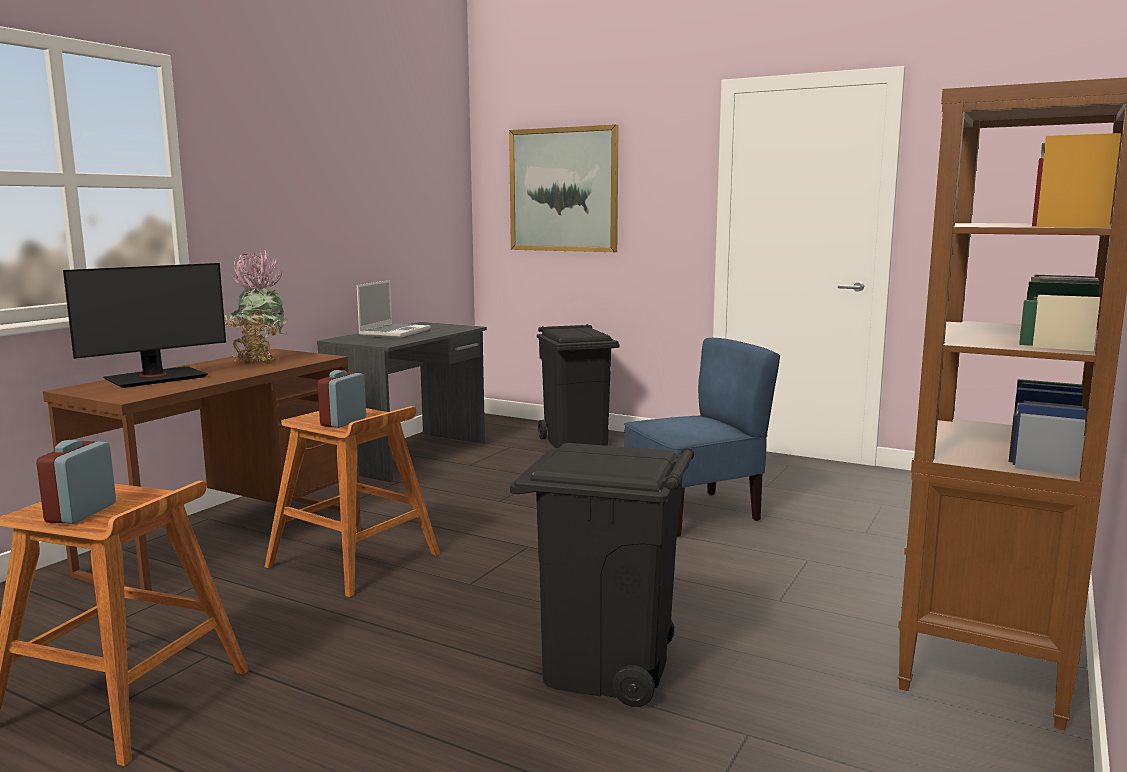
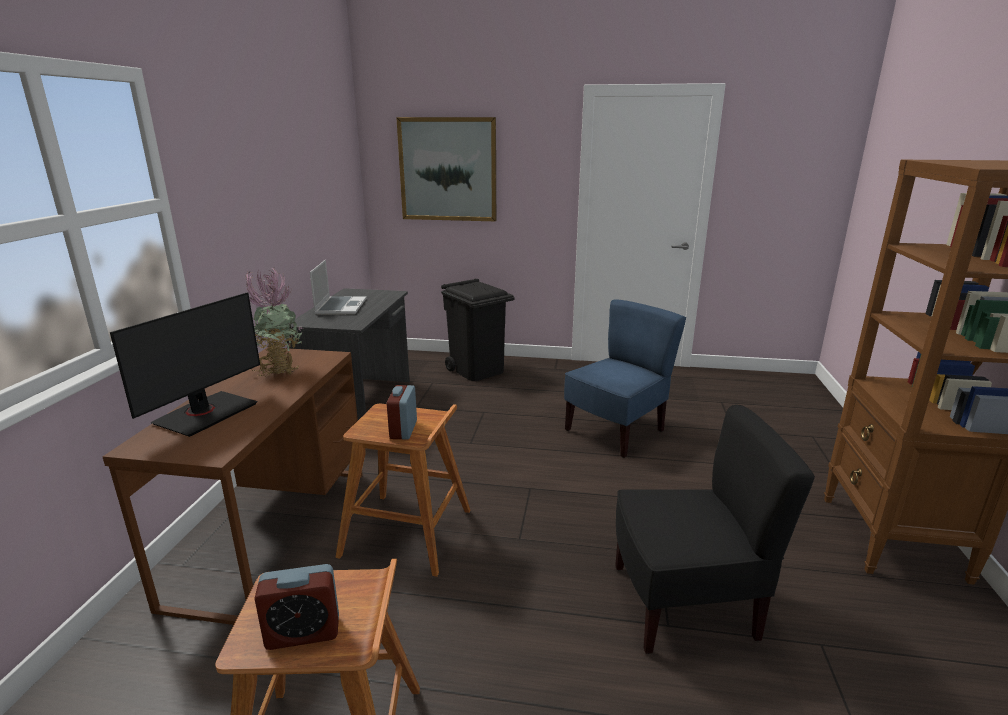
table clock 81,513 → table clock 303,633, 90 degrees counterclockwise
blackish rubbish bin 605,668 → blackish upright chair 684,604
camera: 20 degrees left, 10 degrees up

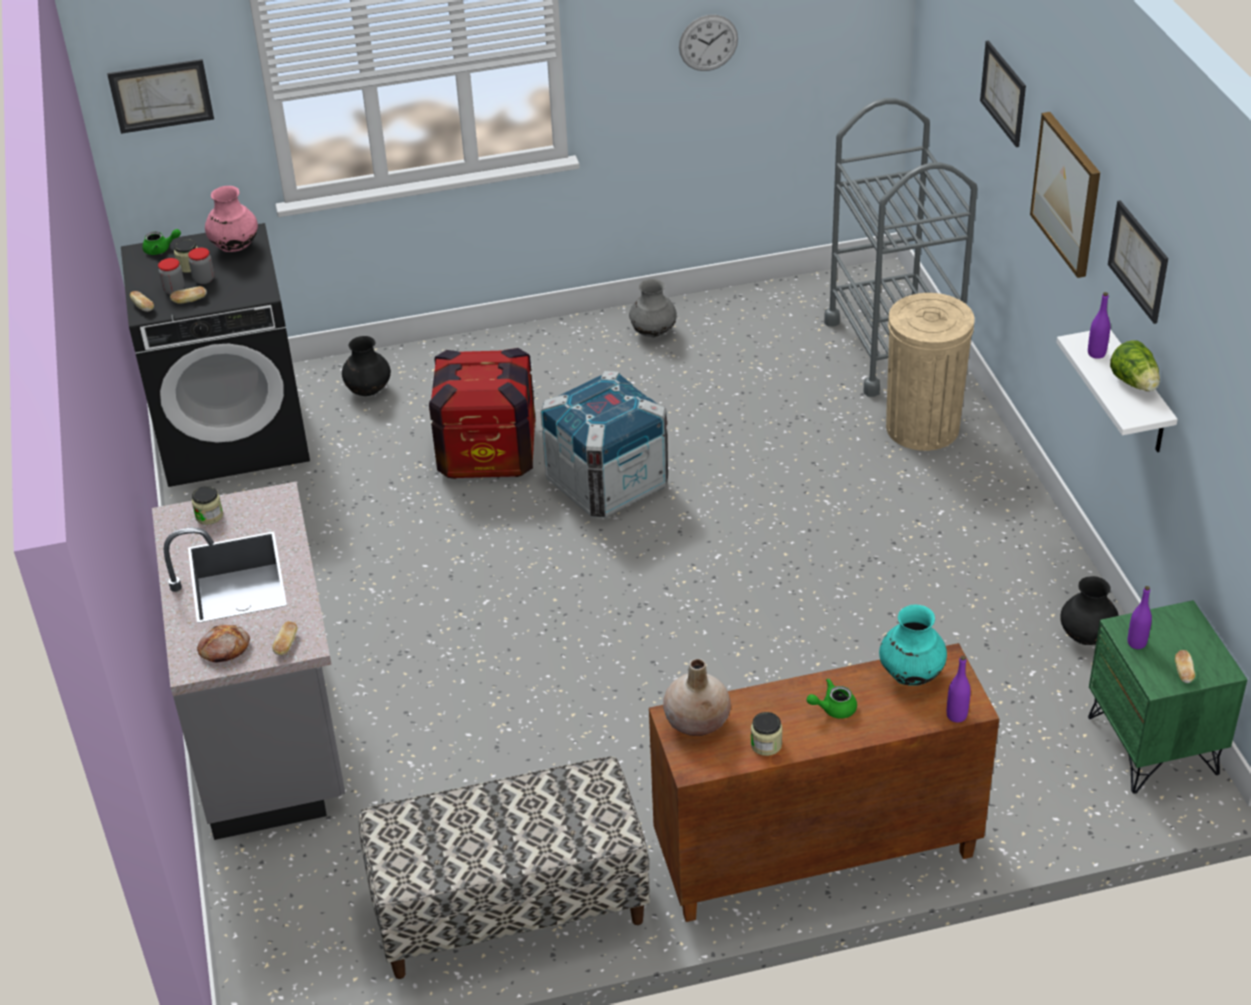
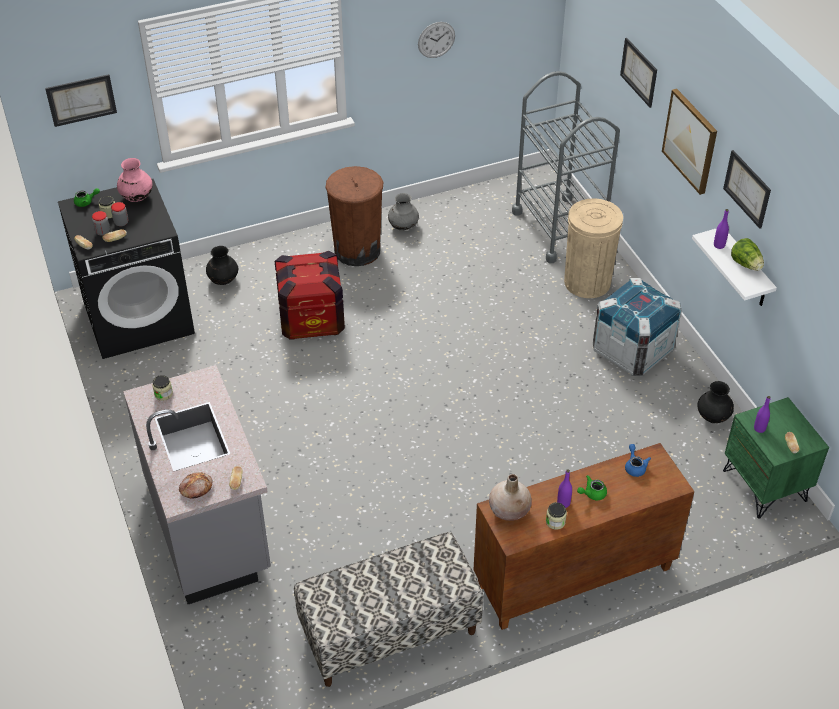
packing crate 607,484 → packing crate 632,350, relocated
turquoise vase 910,674 → blue-coloured pot for tea 635,466
purplish beverage bottle 956,715 → purplish beverage bottle 563,503, relocated
- → brownish rubbish bin 357,250
camera: 10 degrees left, 5 degrees up

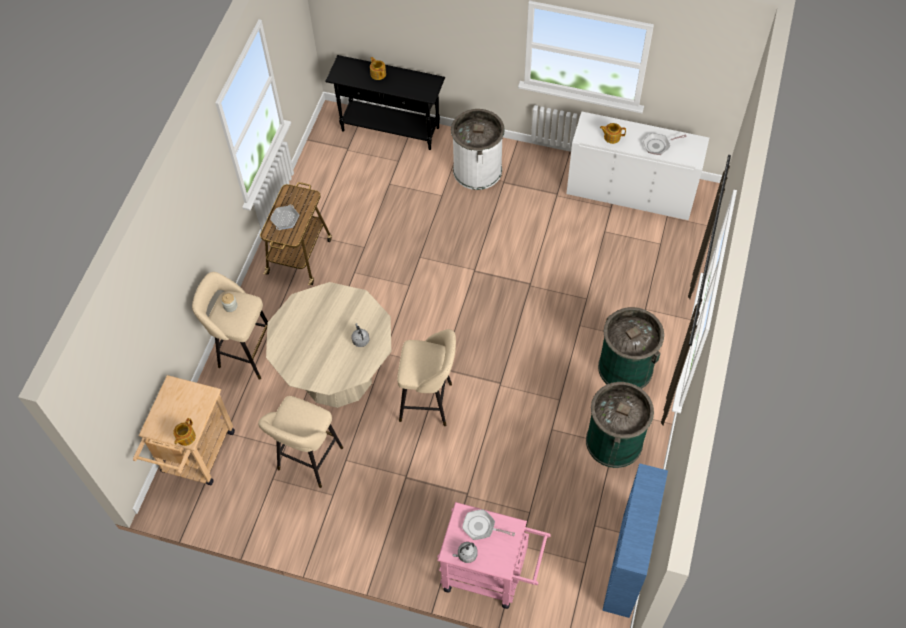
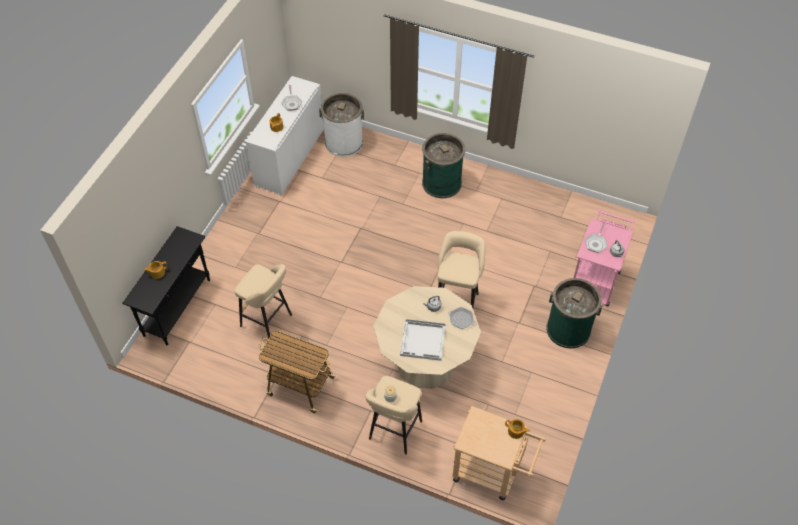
white rubbish bin 477,170 → white rubbish bin 343,142, relocated
pan 285,219 → pan 461,319, relocated
green-coloured rubbish bin 614,441 → green-coloured rubbish bin 568,329, relocated
sand-coloured sitting stool 308,461 → sand-coloured sitting stool 268,322, relocated
blue-coloured shelving unit 626,566 → -
- → white tray 423,341
camera: 85 degrees left, 5 degrees down

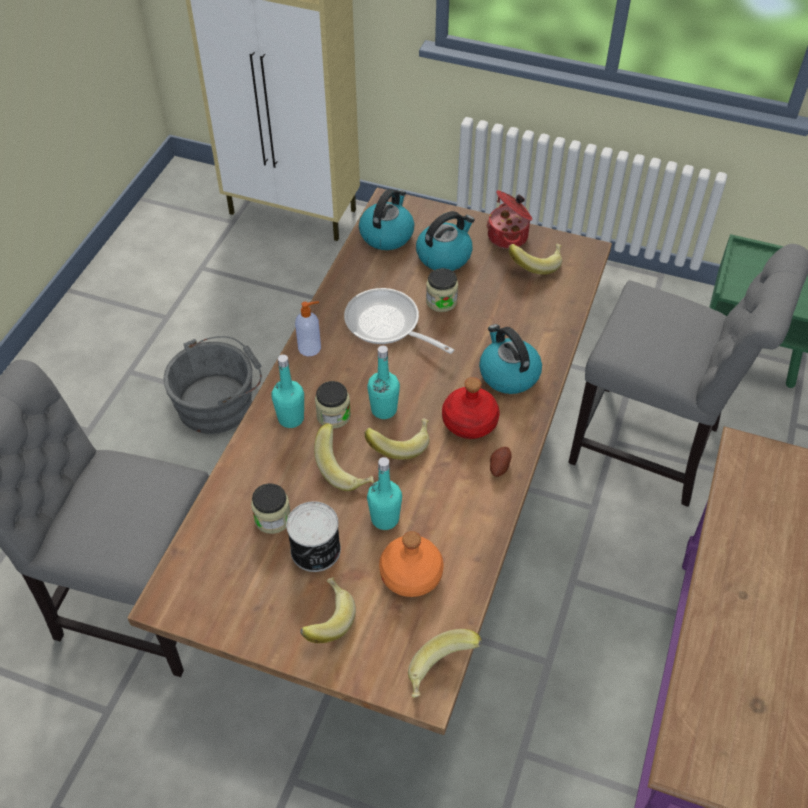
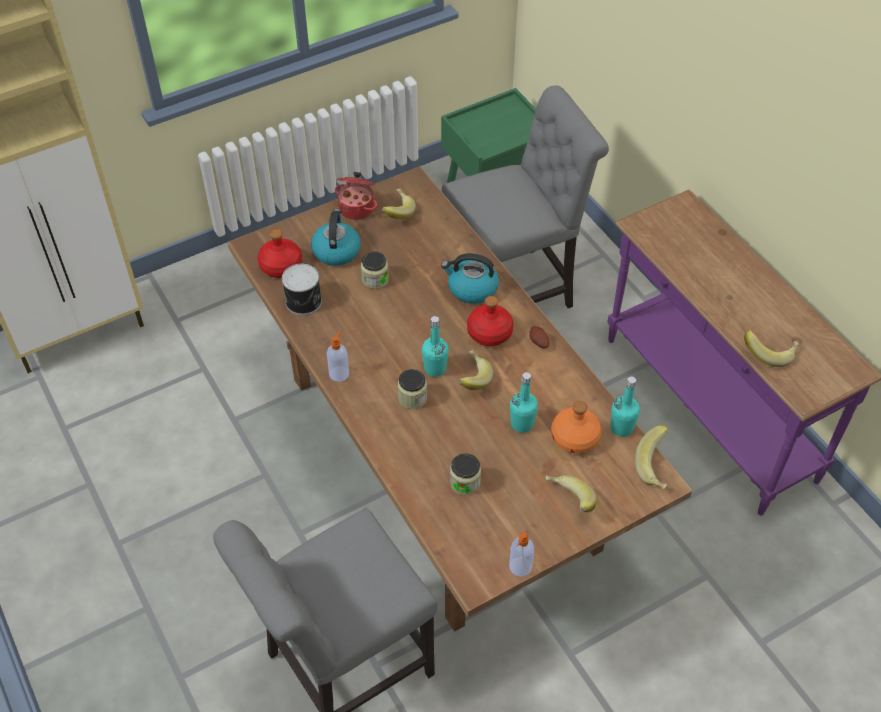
tea kettle 387,234 → reddish beverage bottle 281,266
pan 387,325 → -
grey bucket 219,402 → -
turquoise beverage bottle 291,418 → turquoise beverage bottle 621,428, relocated
whole banana 345,469 → whole banana 769,353, relocated
sealed can 316,551 → sealed can 304,301, relocated
- → soap dispenser 520,567
camera: 50 degrees left, 0 degrees up

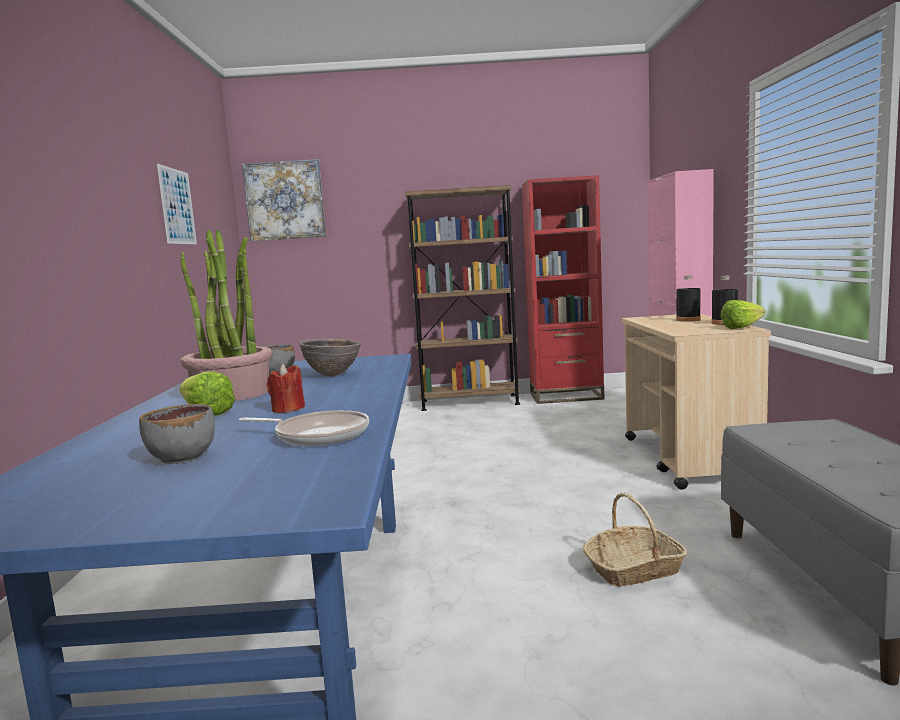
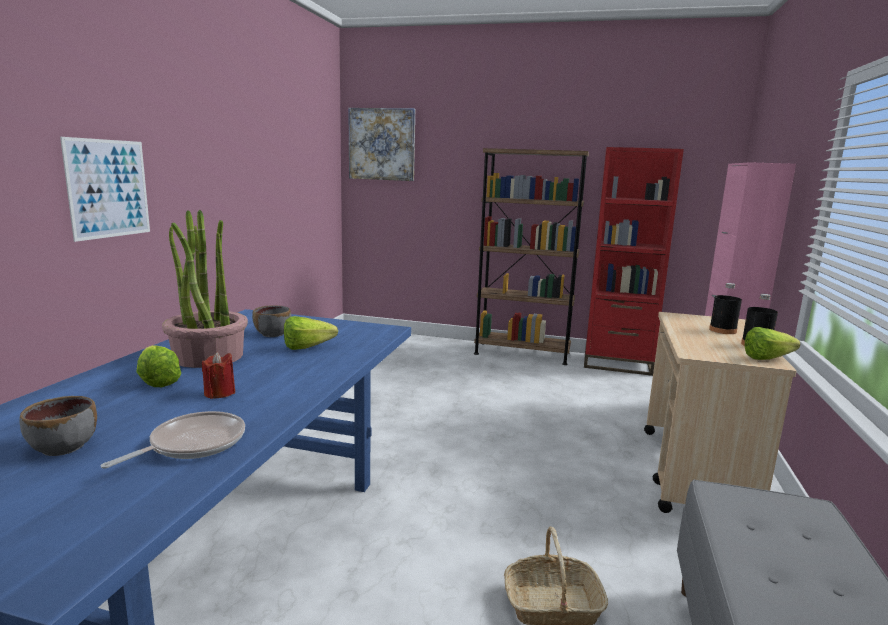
wall art 177,206 → wall art 109,188, relocated
brownish serving bowl 333,375 → head of lettuce 311,347
pan 317,435 → pan 193,444, 90 degrees counterclockwise
camera: 15 degrees right, 5 degrees up

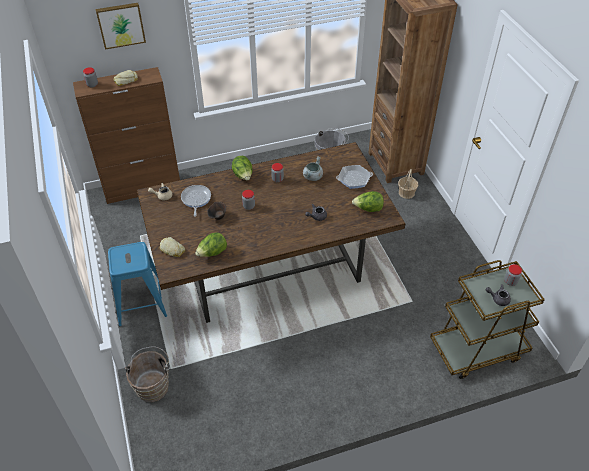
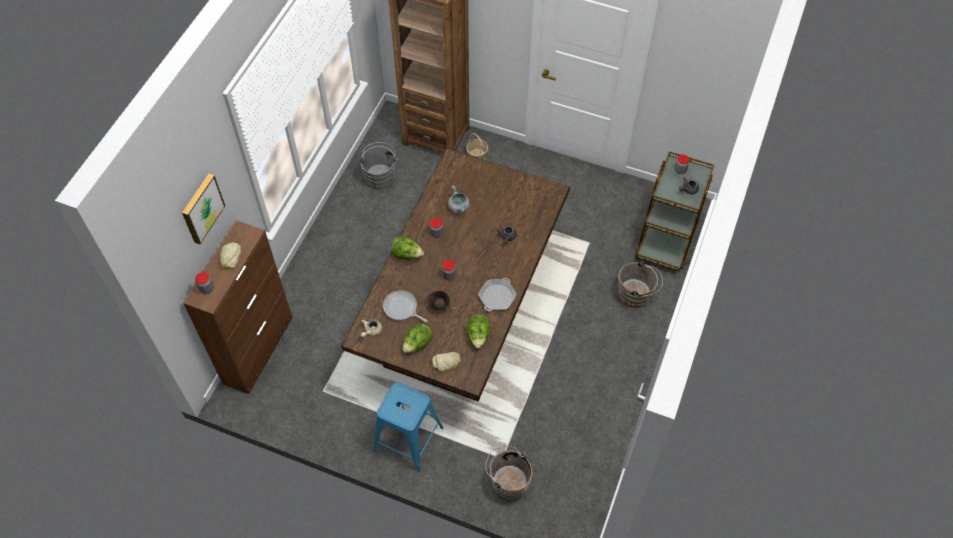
pan 354,179 → pan 497,297, relocated
head of lettuce 368,209 → head of lettuce 417,344, relocated
- → brownish bucket 636,296
camera: 50 degrees left, 10 degrees up

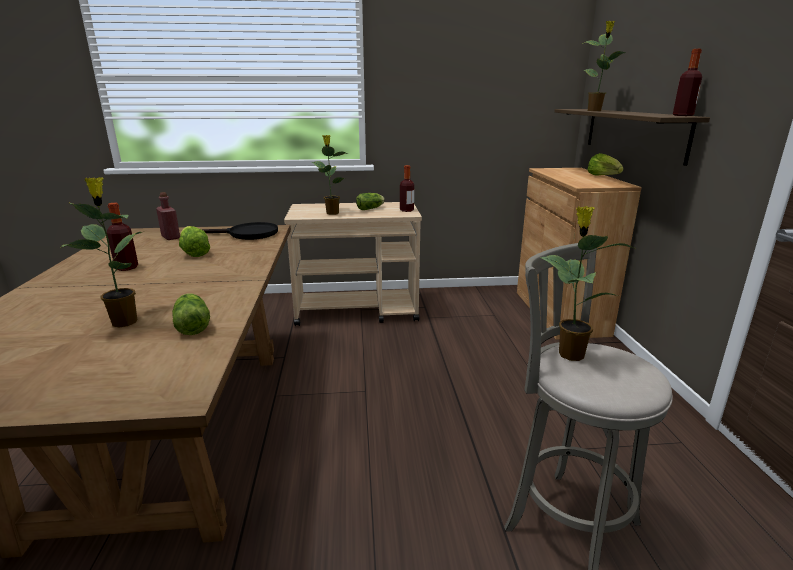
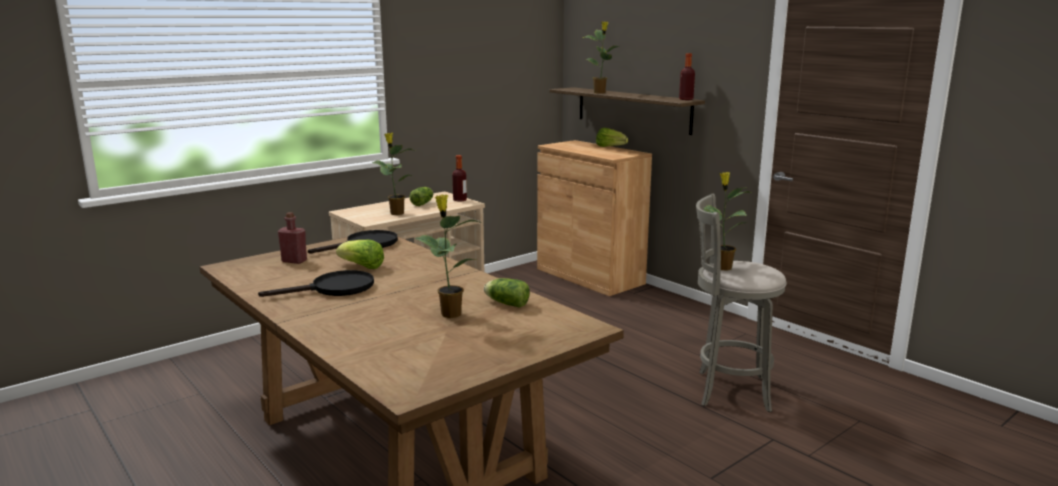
beverage bottle 127,268 → blackish pan 334,289
camera: 35 degrees left, 5 degrees down

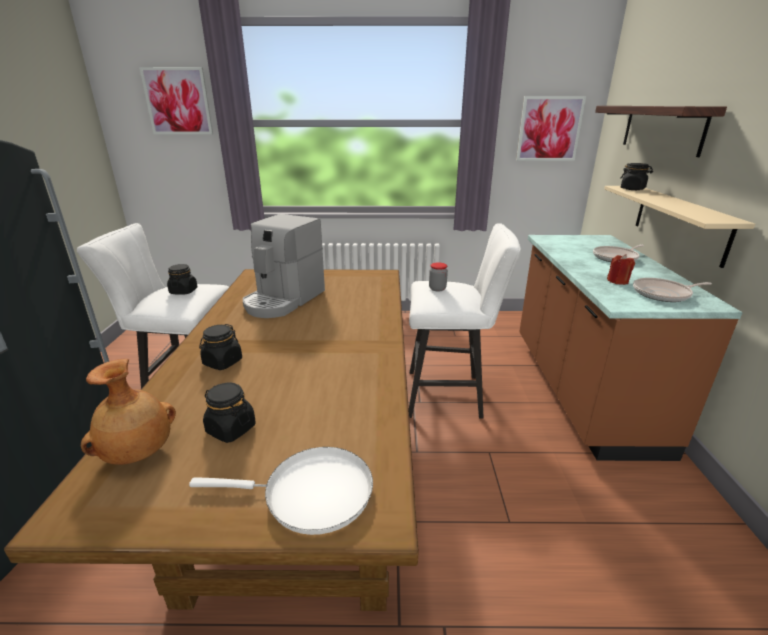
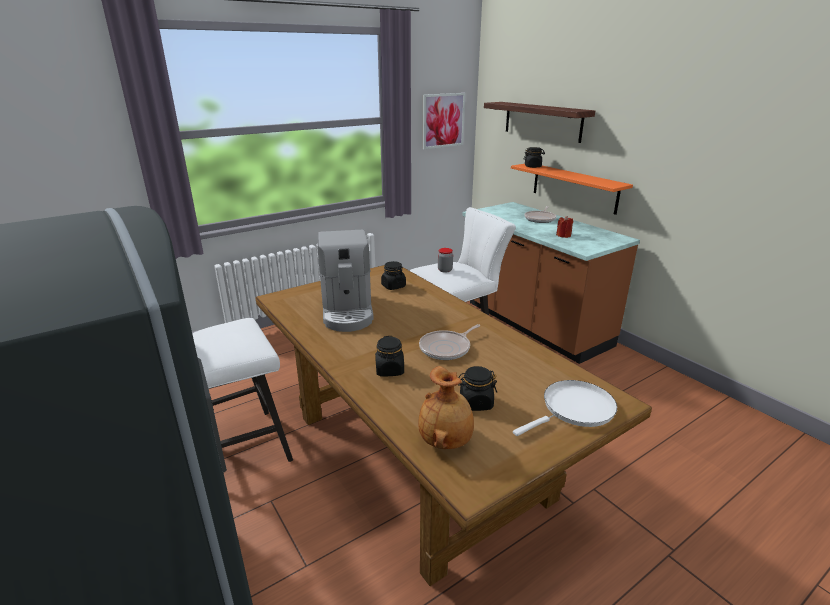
wall art 178,101 → -
sand-coloured bracket shelf 679,222 → orangey bracket shelf 574,187
blackish storage jar 183,291 → blackish storage jar 393,286, relocated
pan 663,294 → pan 447,348, relocated
camera: 35 degrees left, 0 degrees up

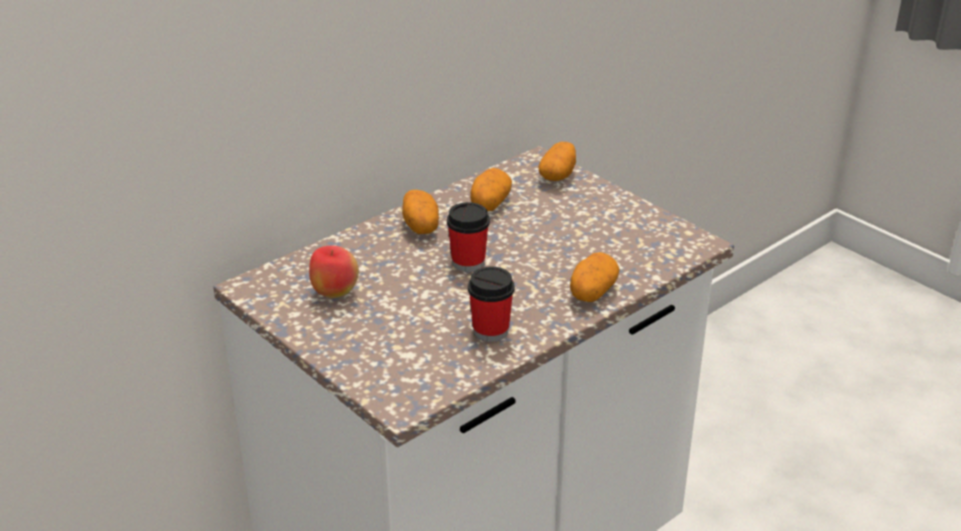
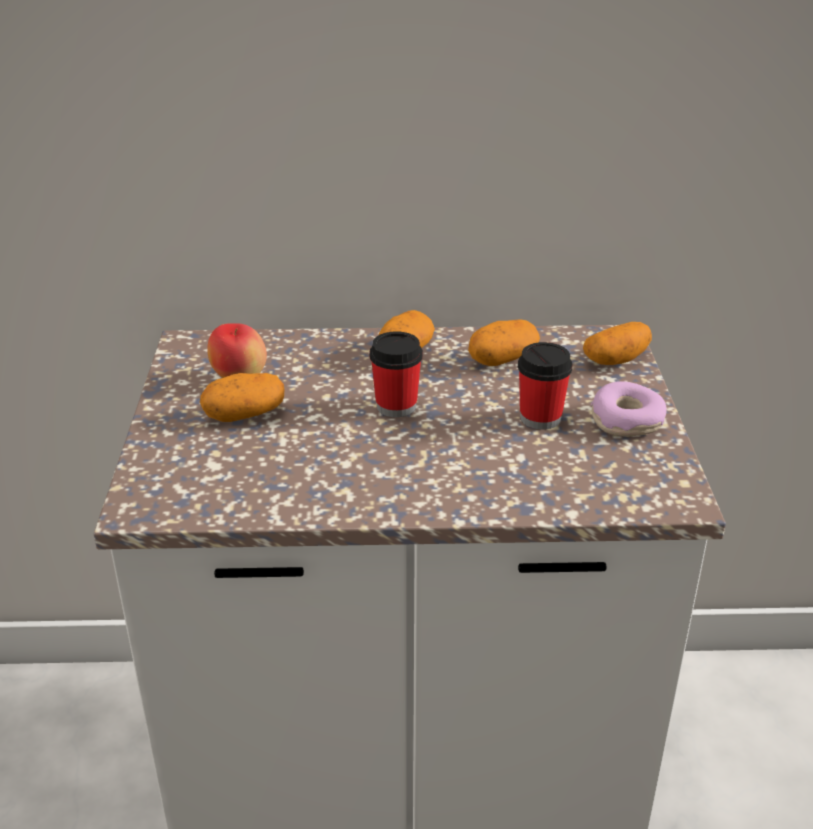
potato 592,292 → potato 244,415, relocated
cup 490,331 → cup 540,418, relocated
- → ring doughnut 627,420
camera: 40 degrees right, 0 degrees up

